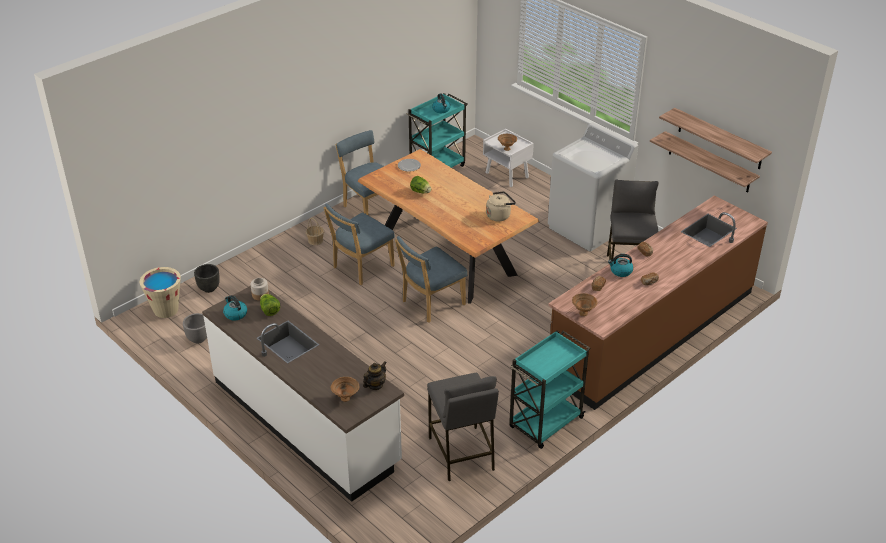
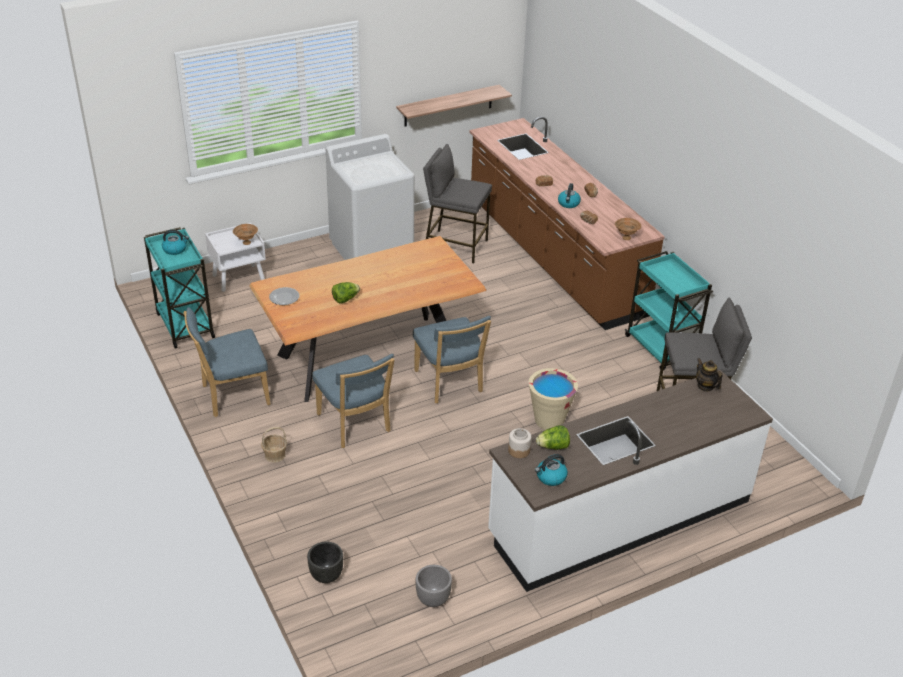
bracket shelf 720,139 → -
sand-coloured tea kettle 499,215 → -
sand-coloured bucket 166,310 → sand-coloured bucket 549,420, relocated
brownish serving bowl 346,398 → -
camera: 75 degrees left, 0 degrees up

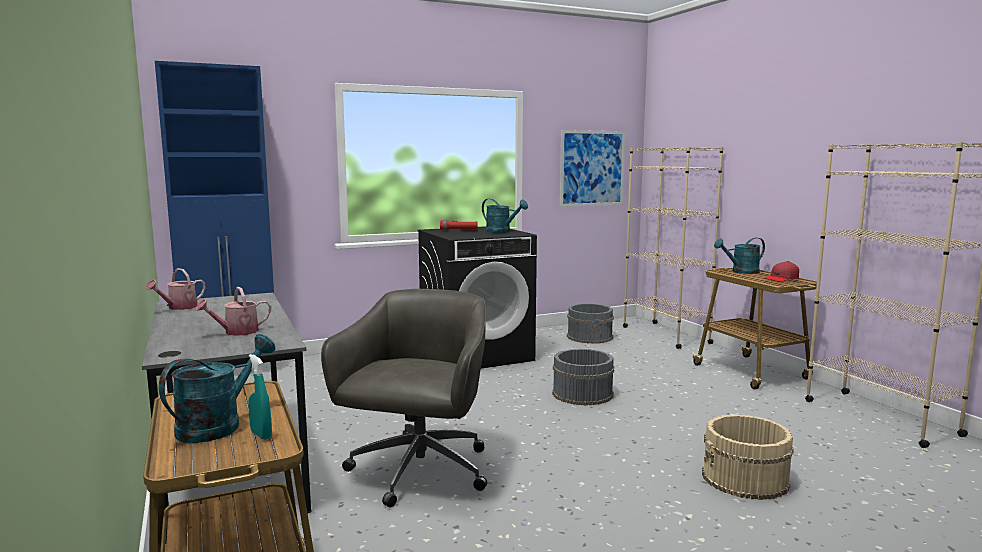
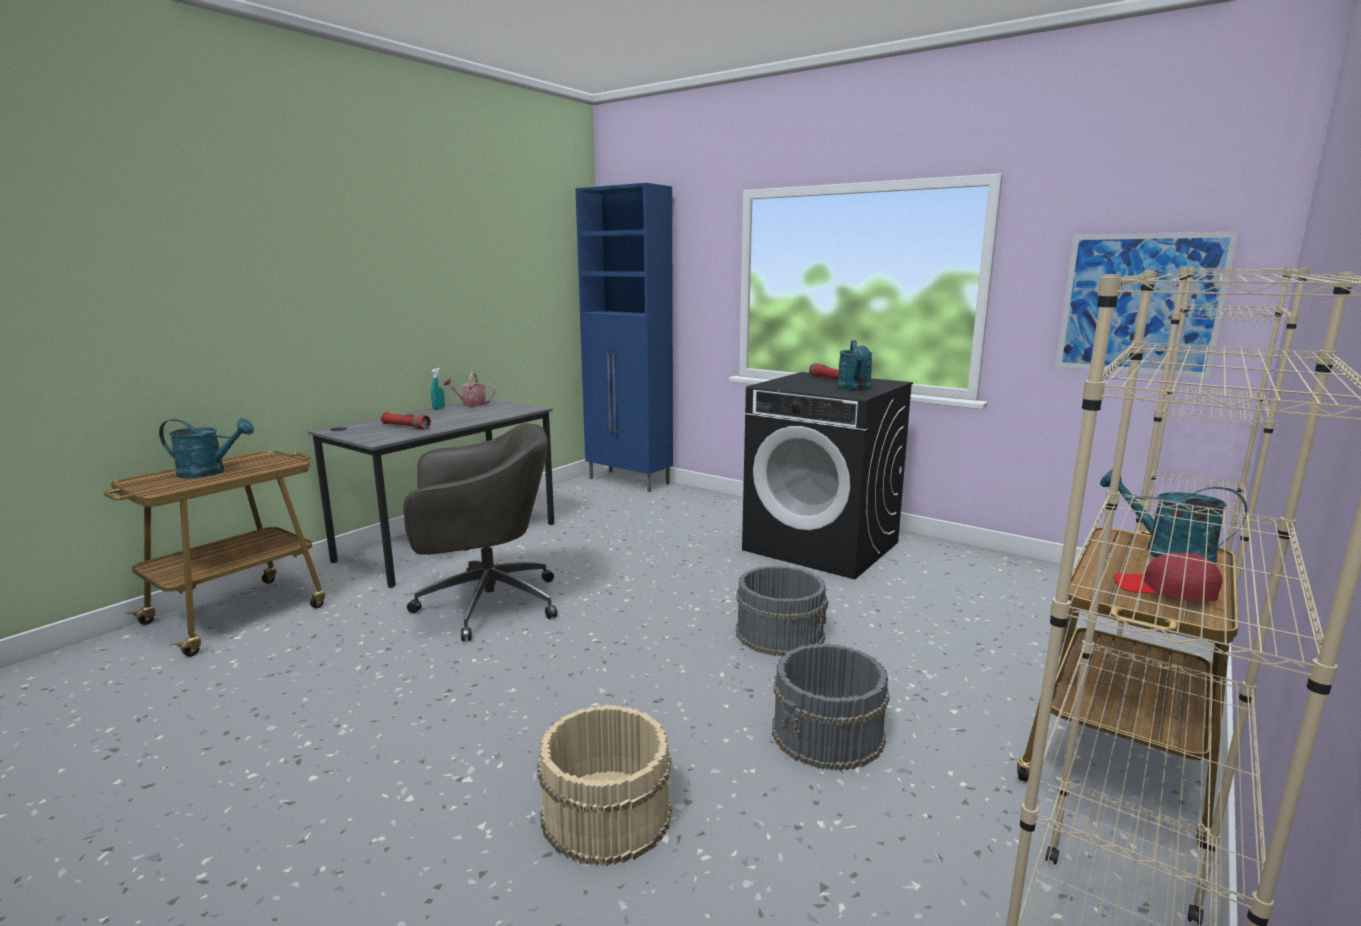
watering can 236,332 → reddish flashlight 406,427
grey bucket 590,337 → grey bucket 828,734, relocated
turquoise hand sprayer 261,435 → turquoise hand sprayer 439,409, relocated
camera: 60 degrees right, 5 degrees up

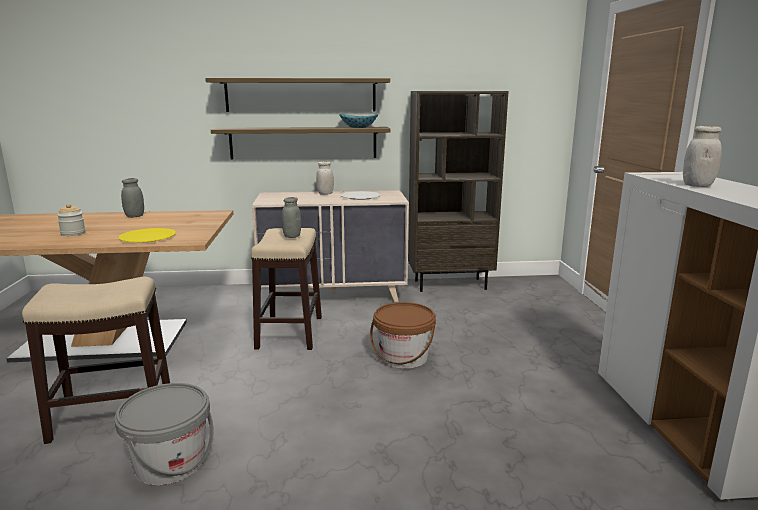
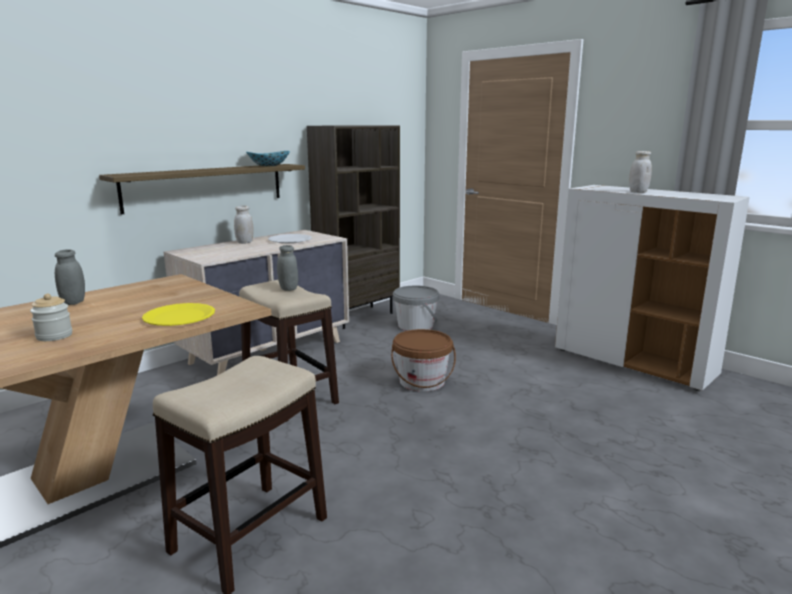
bracket shelf 301,95 → -
grey bucket 170,463 → grey bucket 415,326, relocated
camera: 40 degrees left, 0 degrees up

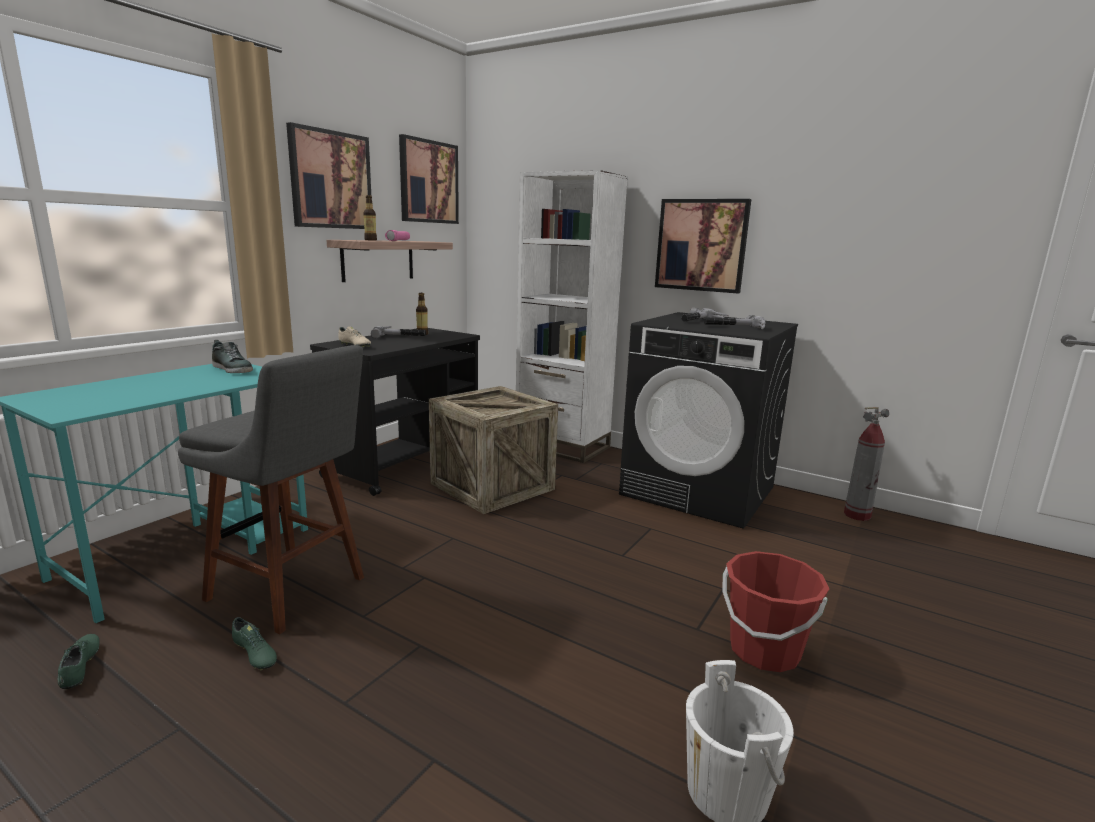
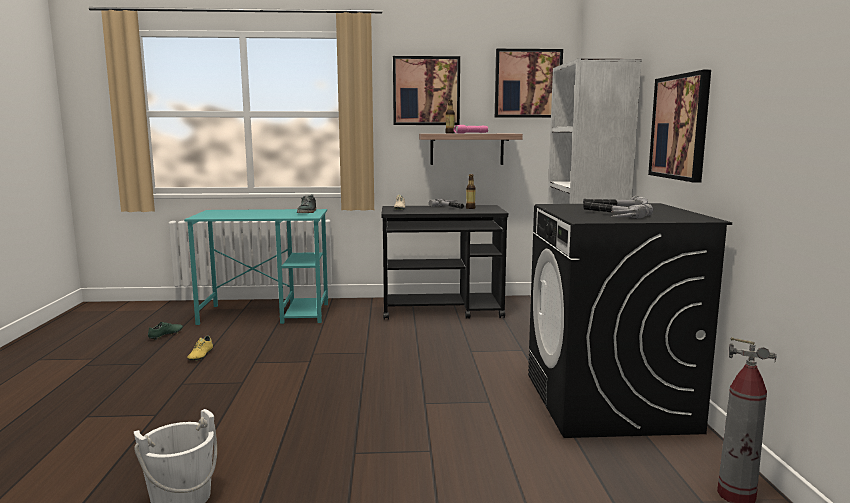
grey sitting stool 292,591 → -
packing crate 492,486 → -
reddish bucket 764,651 → -
green-coloured shoe 254,654 → yellow-coloured shoe 200,355
camera: 55 degrees right, 5 degrees down

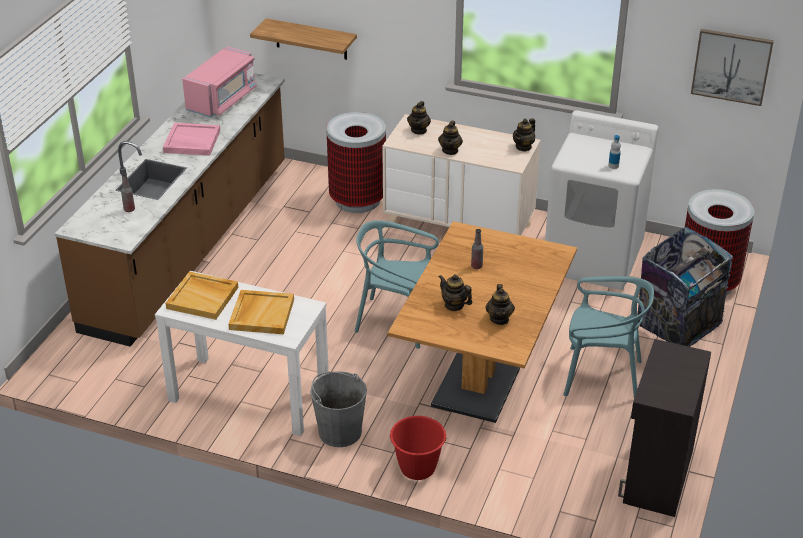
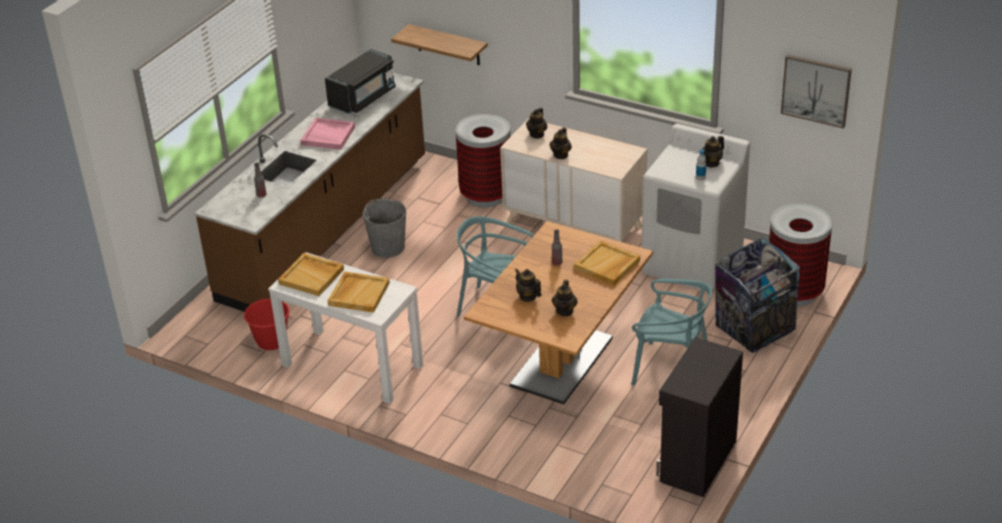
pink kitchen microwave 222,99 → blackish kitchen microwave 363,98
pot for tea 523,147 → pot for tea 711,163, relocated
grey bucket 339,431 → grey bucket 388,247, relocated
reddish bucket 417,468 → reddish bucket 271,341, relocated
- → sand-coloured tray 607,265
camera: 10 degrees right, 0 degrees up

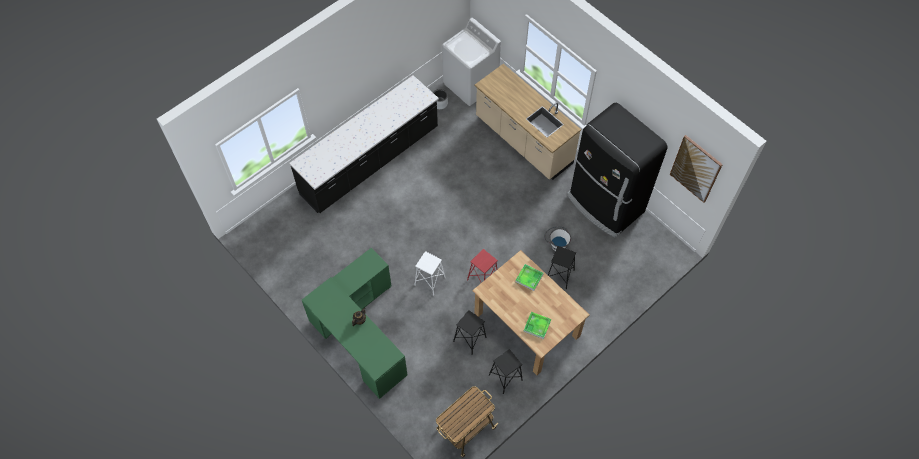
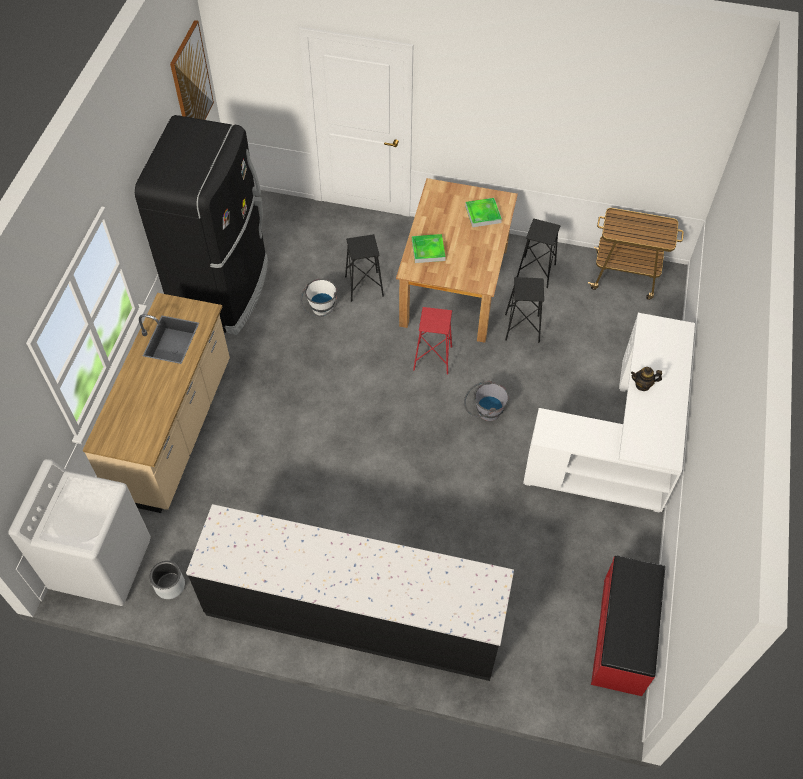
green-coloured desk table 359,333 → white desk table 620,445
white sitting stool 430,281 → grey bucket 484,412
- → reddish bench 623,636
camera: 125 degrees left, 5 degrees down

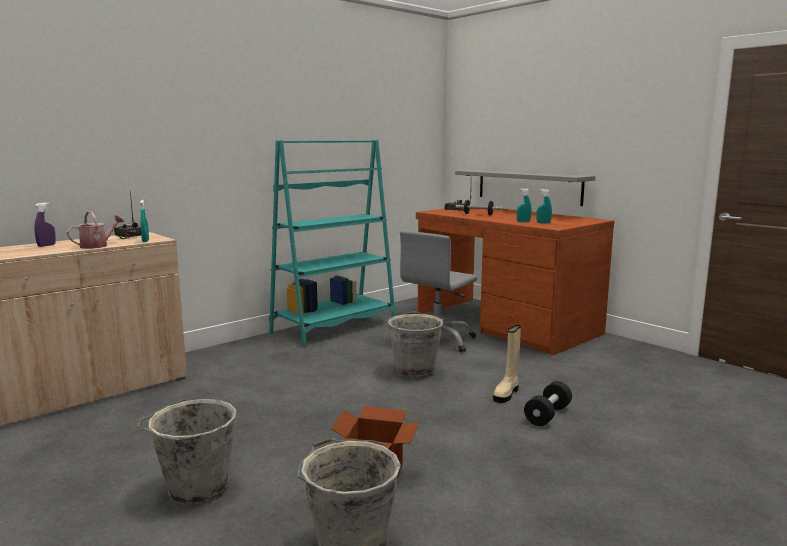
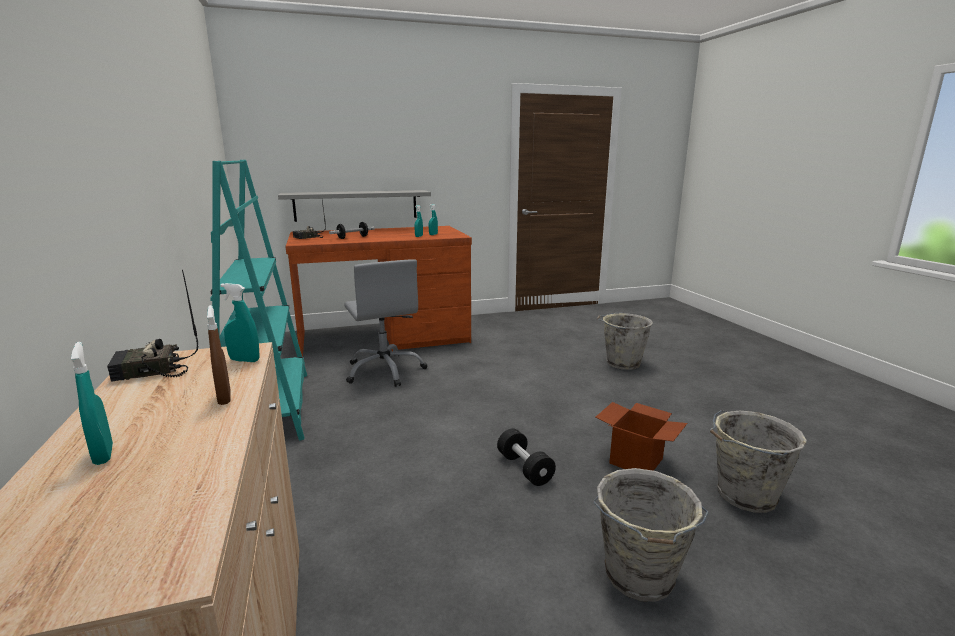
purplish hand sprayer 46,245 → turquoise hand sprayer 103,455
watering can 97,246 → brownish hand sprayer 224,398
grey bucket 415,371 → grey bucket 621,363, relocated
sand-coloured tall boot 506,394 → -
blackish dumbbell 547,415 → blackish dumbbell 524,468, relocated
camera: 65 degrees left, 5 degrees up

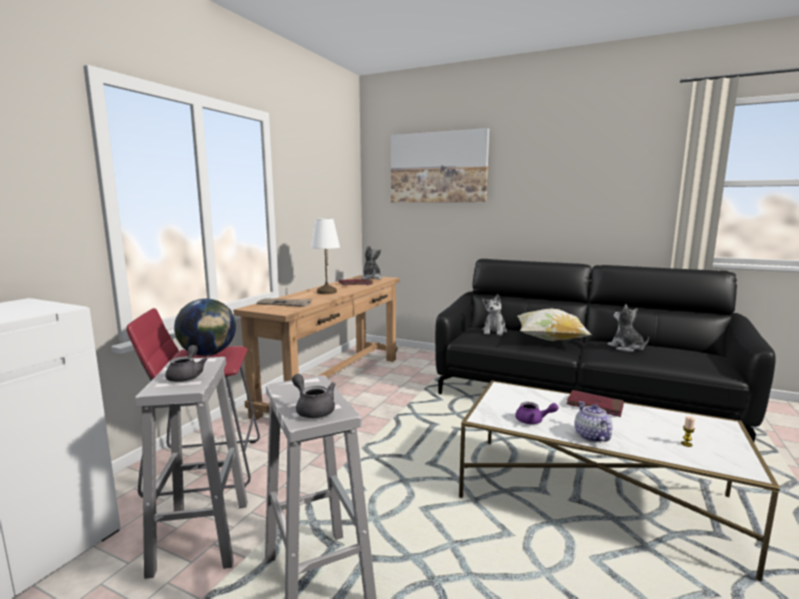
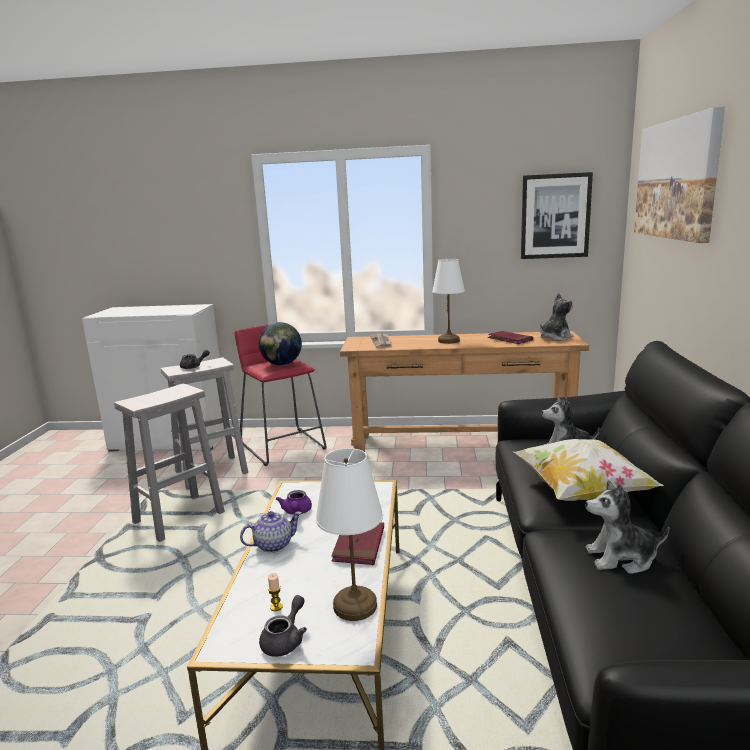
plush toy 626,348 → plush toy 621,558, 135 degrees counterclockwise
grey pot for tea 313,409 → grey pot for tea 285,640, relocated
- → wall art 555,216
- → white lamp for a table 356,606
camera: 70 degrees right, 5 degrees up

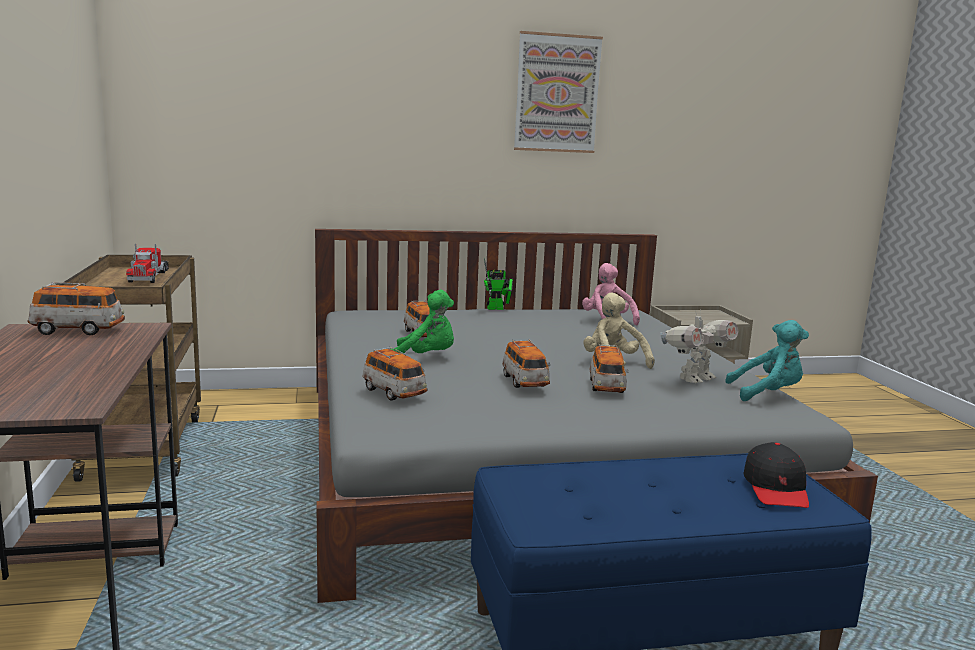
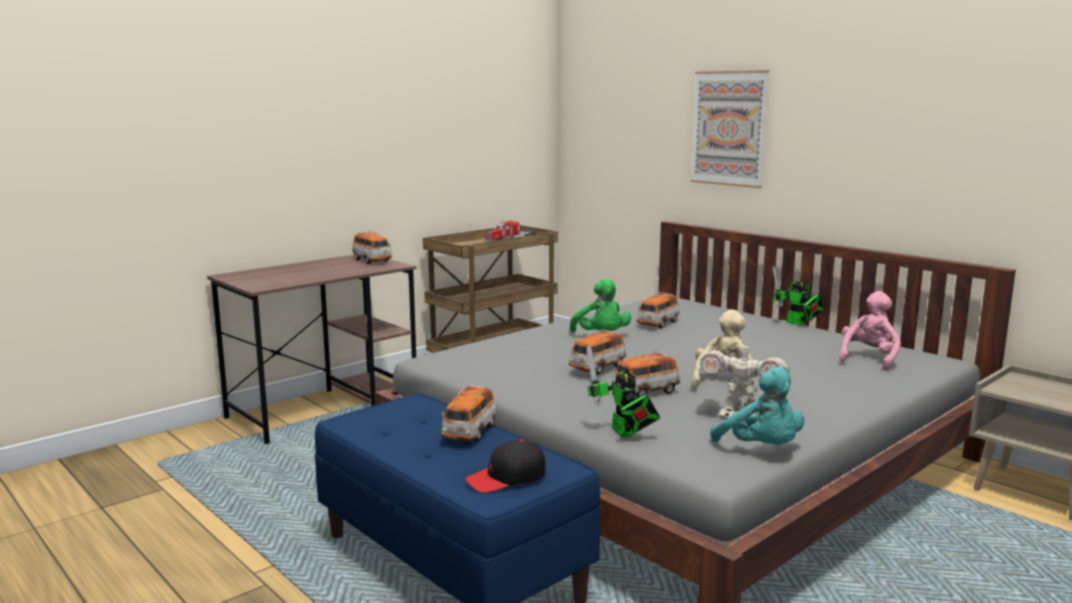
wall art 557,93 → wall art 729,128, relocated
toy car 394,393 → toy car 469,433, relocated
- → model robot 624,433
camera: 60 degrees right, 0 degrees up

